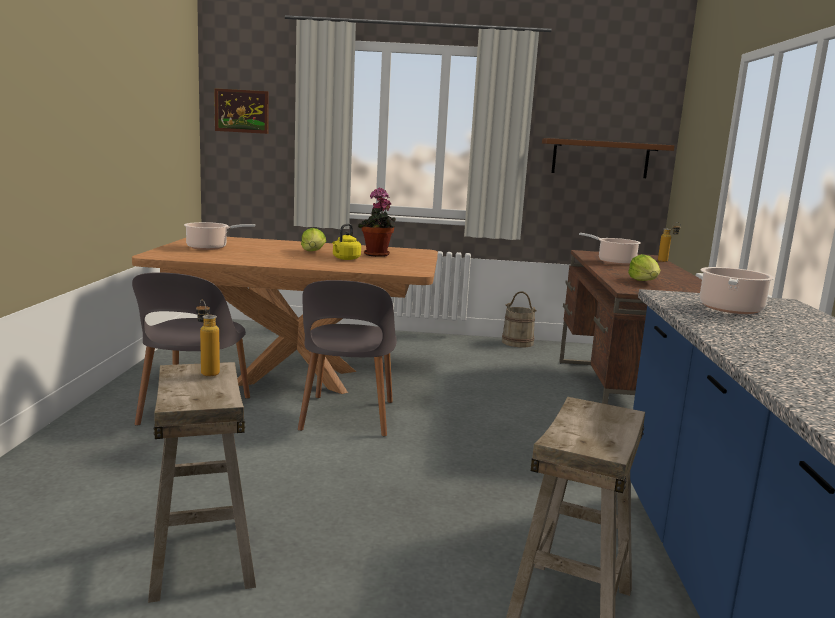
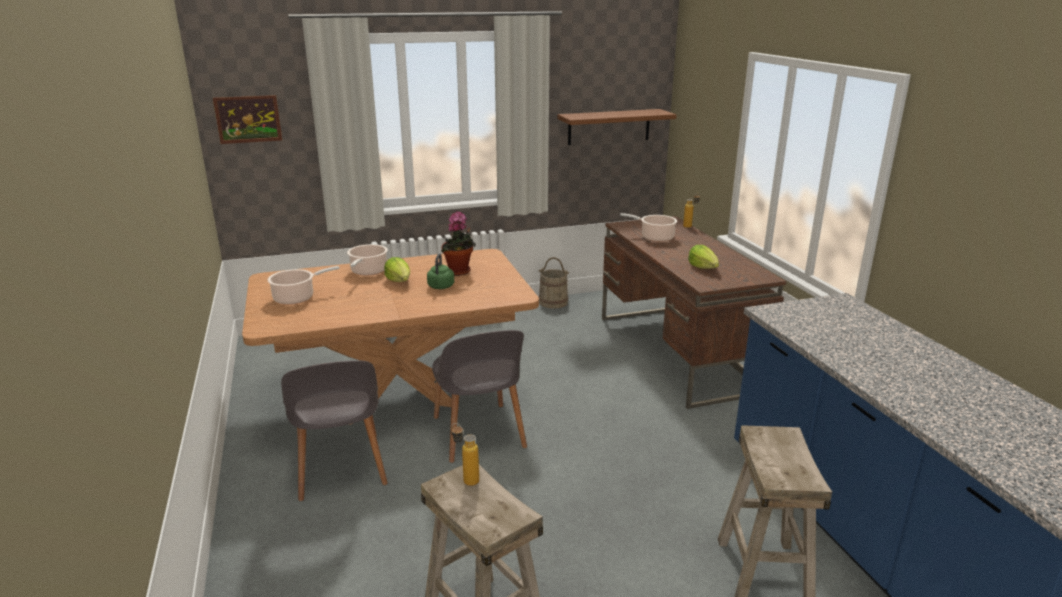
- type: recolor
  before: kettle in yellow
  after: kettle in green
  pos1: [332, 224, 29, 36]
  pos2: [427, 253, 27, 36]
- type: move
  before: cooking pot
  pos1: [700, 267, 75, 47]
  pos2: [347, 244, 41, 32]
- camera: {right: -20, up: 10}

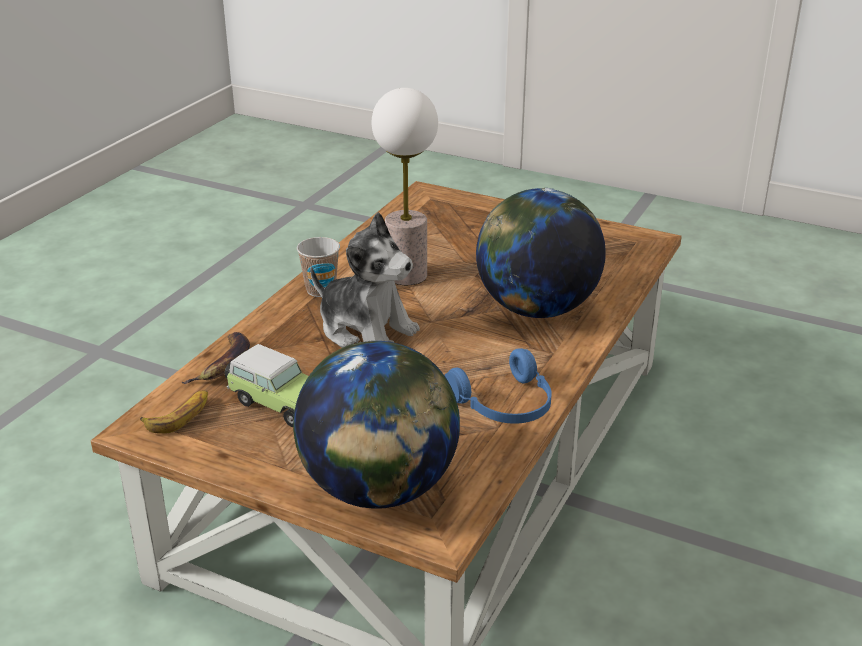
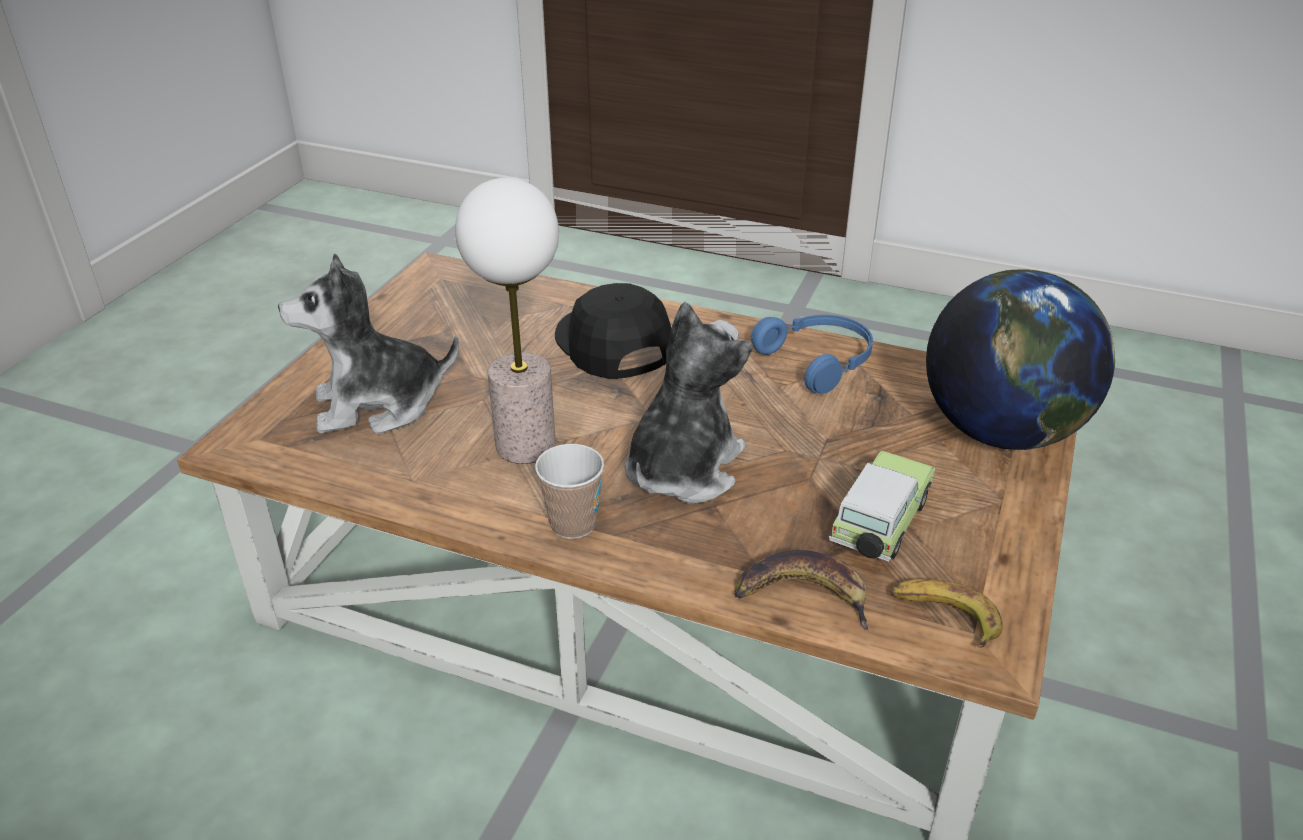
- type: replace
  before: globe
  after: cap in black
  pos1: [476, 188, 130, 130]
  pos2: [555, 283, 116, 96]
- type: insert
  after: plush toy
  pos2: [278, 253, 181, 181]
- camera: {right: -95, up: 5}

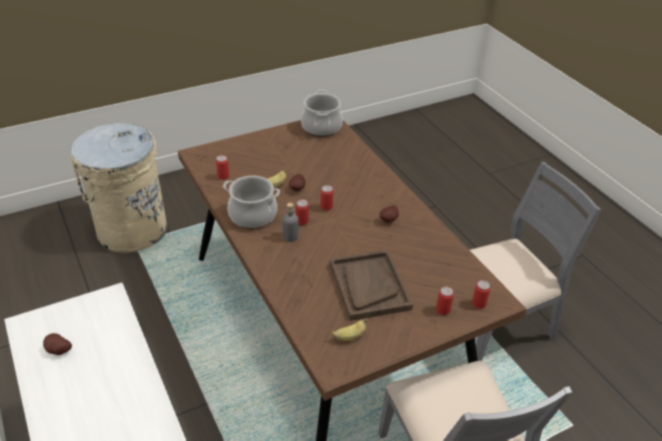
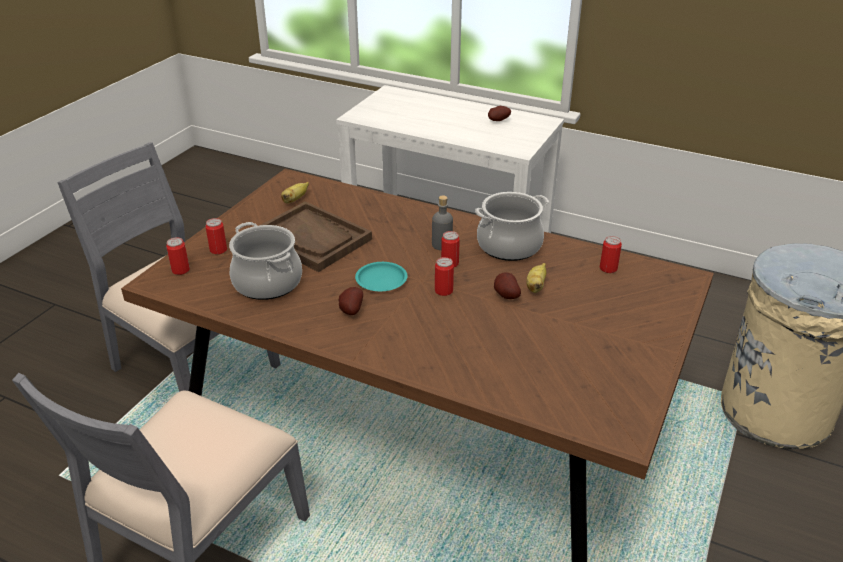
- type: move
  before: cooking pot
  pos1: [301, 90, 42, 47]
  pos2: [229, 222, 73, 78]
- type: insert
  after: plate in turquoise
  pos2: [355, 262, 52, 30]
- camera: {right: 145, up: -5}

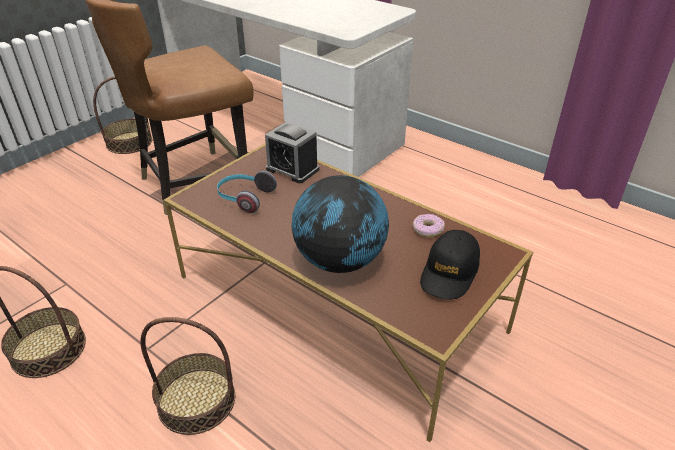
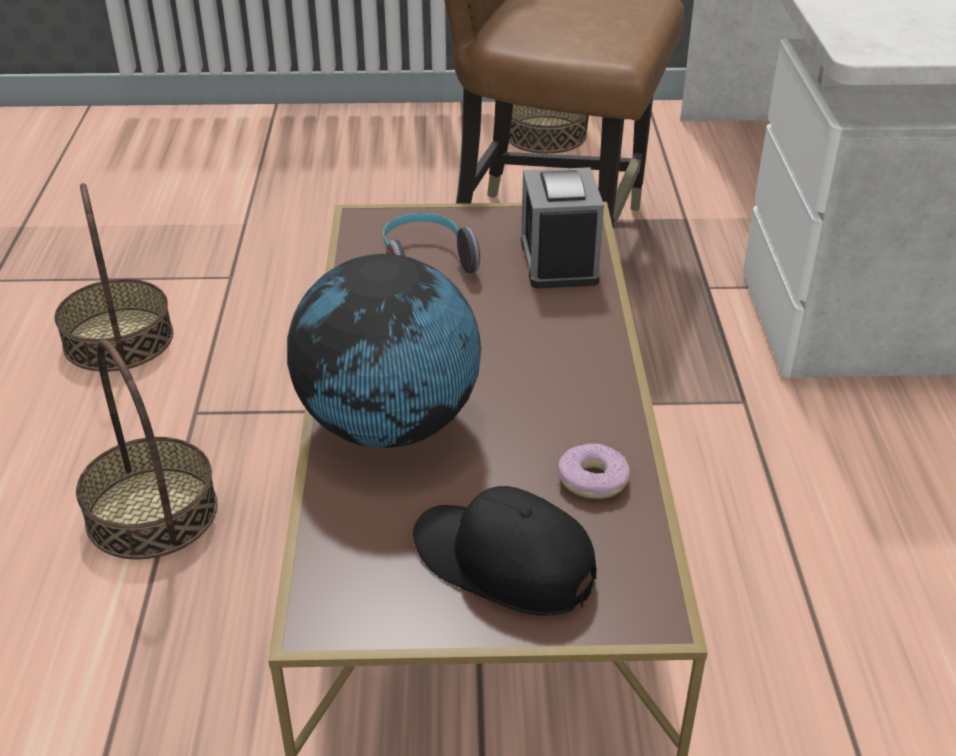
- type: rotate
  before: cap in black
  pos1: [420, 230, 60, 70]
  pos2: [413, 486, 183, 130]
  turn: 45
- camera: {right: 50, up: 0}

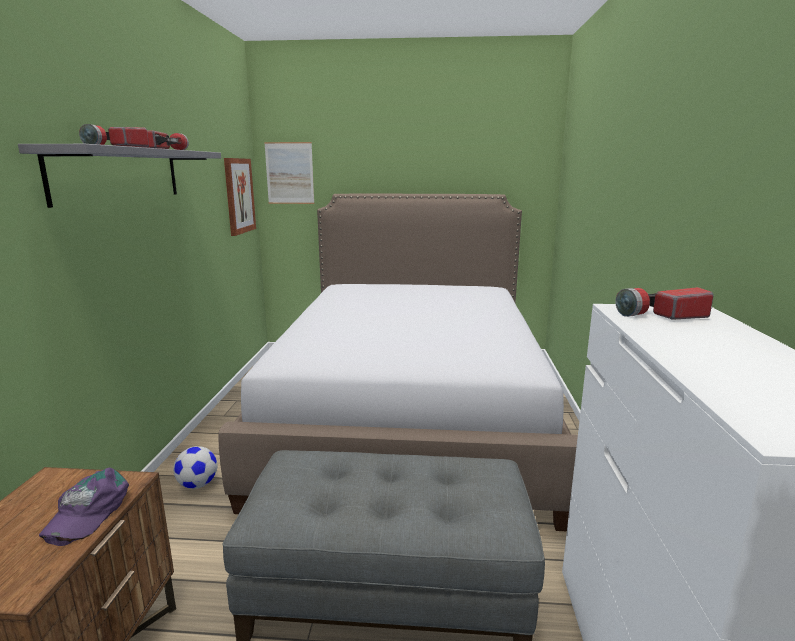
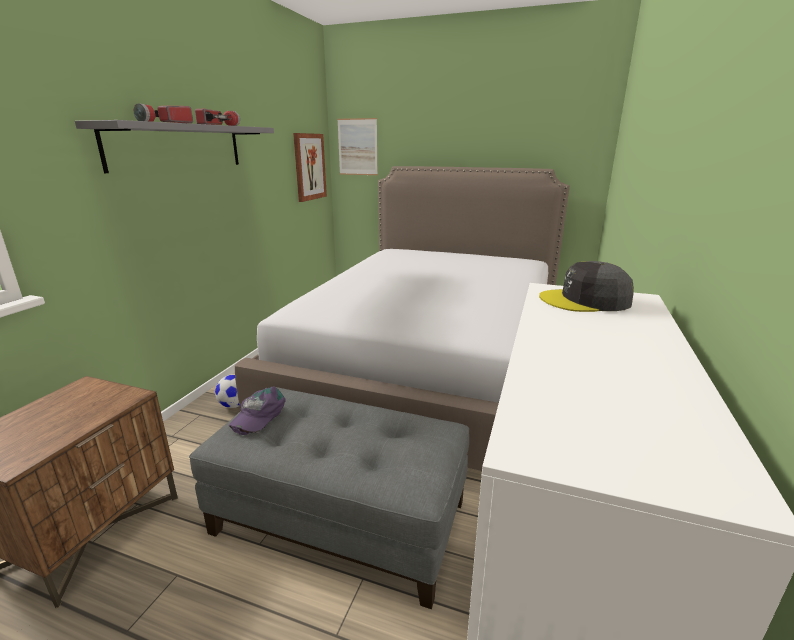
- type: move
  before: cap in purple
  pos1: [39, 468, 90, 78]
  pos2: [229, 386, 57, 49]
- type: replace
  before: flashlight
  after: cap in grey
  pos1: [615, 287, 99, 33]
  pos2: [539, 261, 95, 51]
- camera: {right: 15, up: 5}

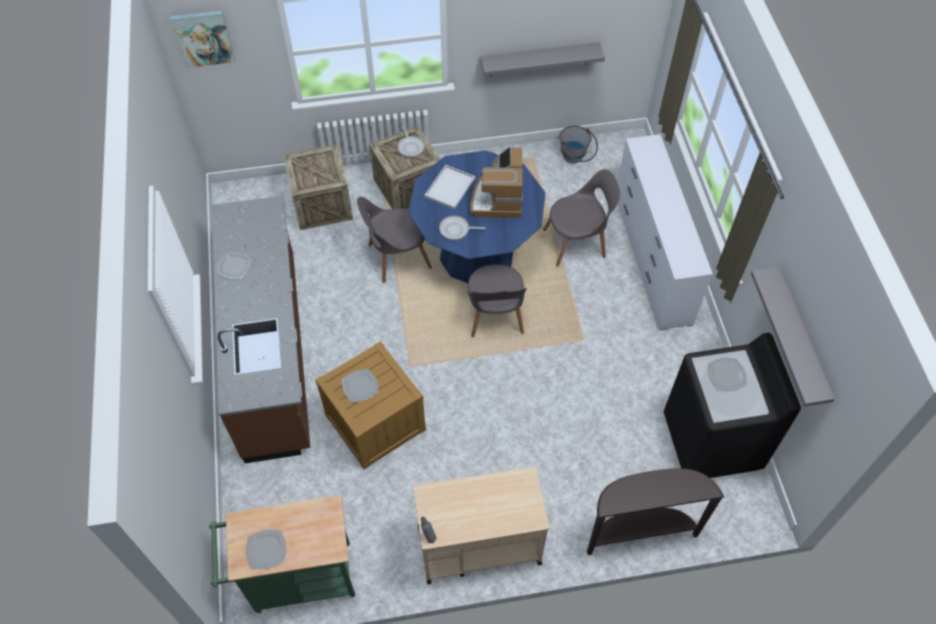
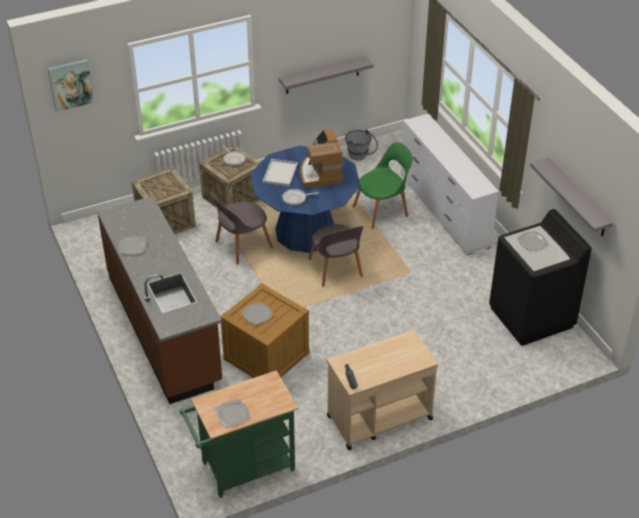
- type: recolor
  before: chair in grey
  after: chair in green
  pos1: [543, 169, 77, 98]
  pos2: [353, 142, 60, 87]
- type: delete
  before: console table in brown
  pos1: [587, 468, 137, 87]
- camera: {right: -15, up: -15}

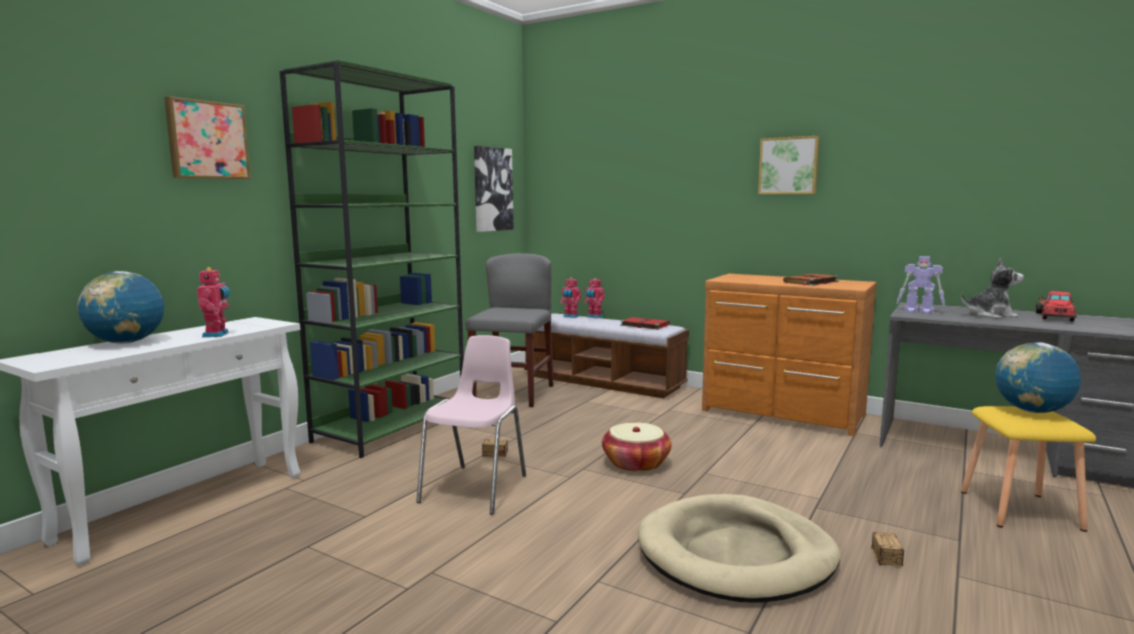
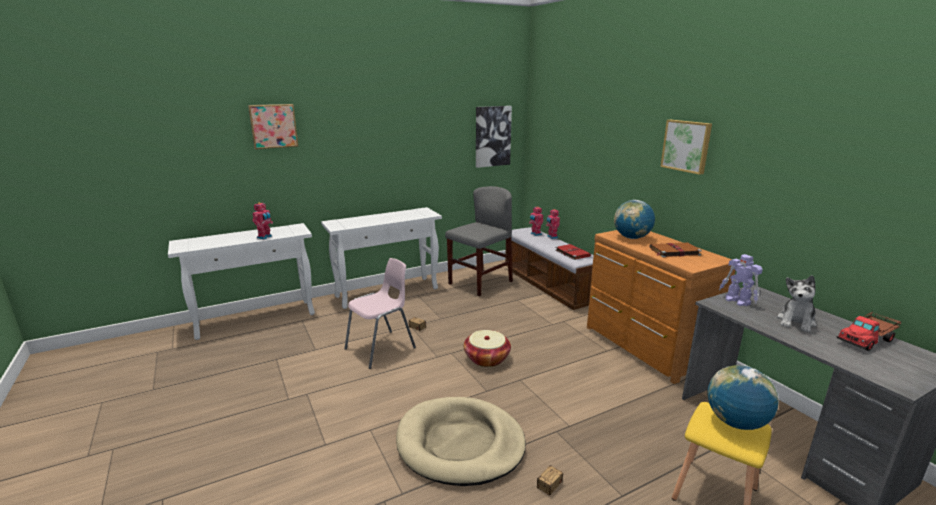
- type: move
  before: globe
  pos1: [77, 271, 87, 73]
  pos2: [614, 200, 41, 39]
- type: replace
  before: bookcase in green
  after: console table in white
  pos1: [280, 60, 184, 398]
  pos2: [321, 207, 121, 102]
- type: rotate
  before: plush toy
  pos1: [961, 259, 63, 60]
  pos2: [777, 275, 40, 57]
  turn: 90
- camera: {right: 30, up: 10}

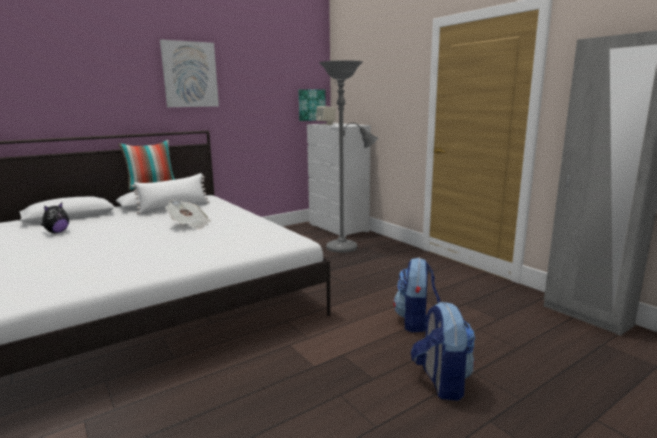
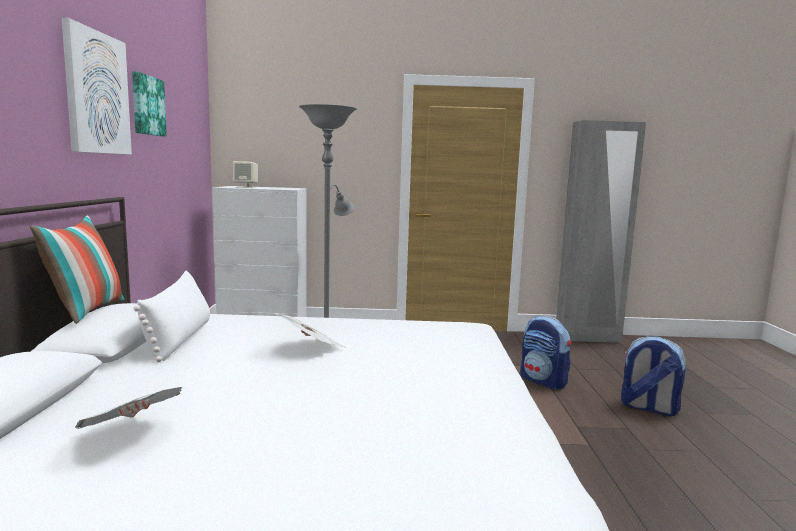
- type: replace
  before: plush toy
  after: newspaper
  pos1: [41, 202, 28, 31]
  pos2: [75, 387, 108, 42]
- type: move
  before: picture
  pos1: [298, 89, 28, 32]
  pos2: [132, 71, 35, 66]
- camera: {right: -55, up: -5}

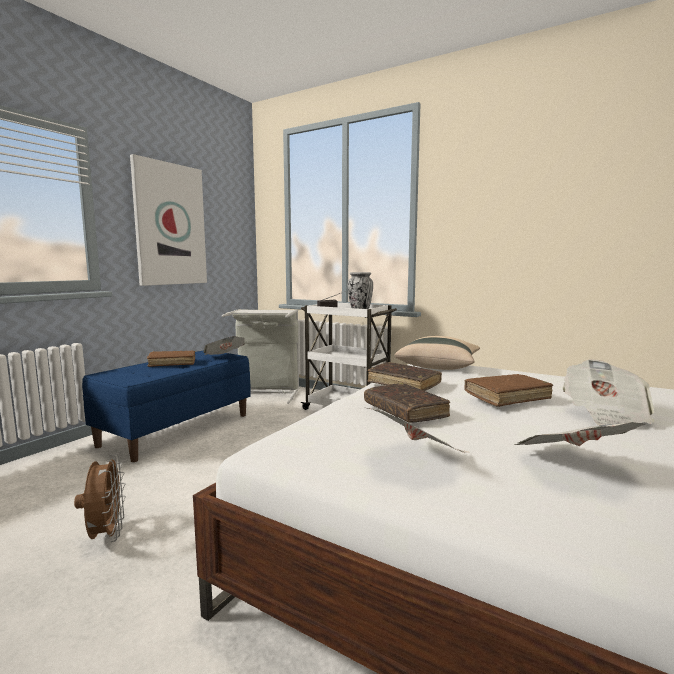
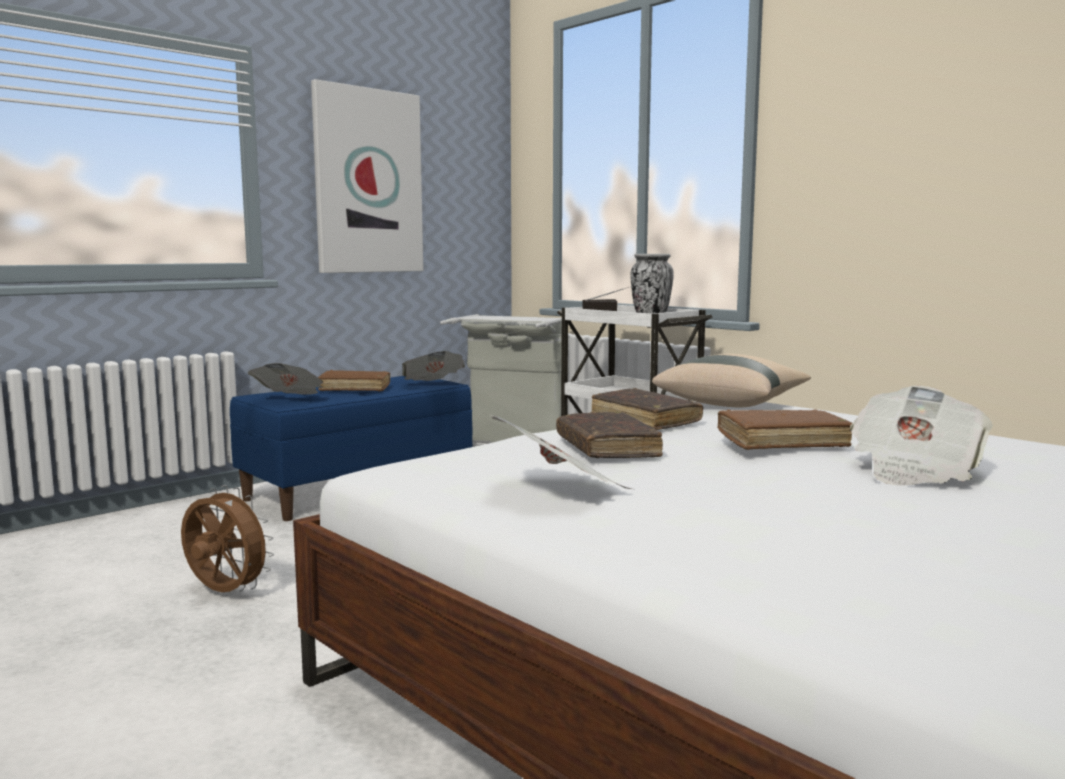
- type: rotate
  before: fan in brown
  pos1: [74, 454, 52, 88]
  pos2: [181, 485, 93, 107]
  turn: -60
- type: move
  before: newspaper
  pos1: [514, 422, 131, 24]
  pos2: [248, 363, 75, 32]
- camera: {right: 15, up: 0}

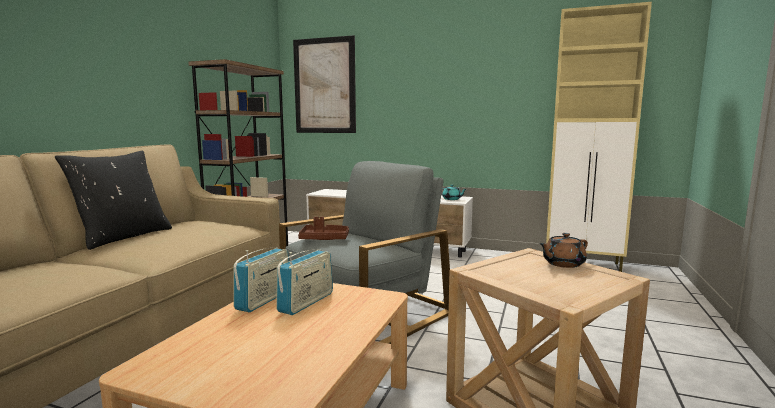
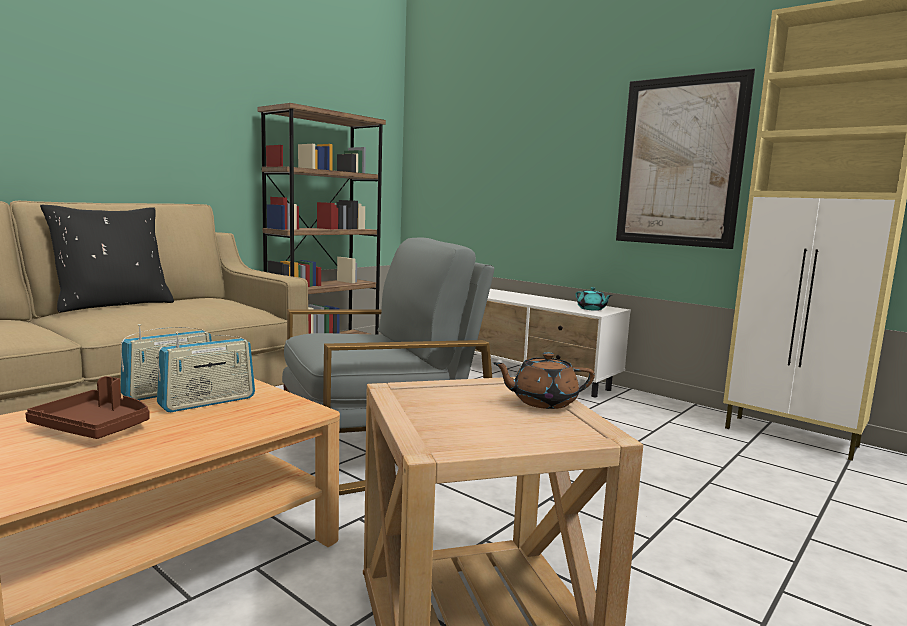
- type: move
  before: picture
  pos1: [293, 35, 63, 98]
  pos2: [616, 69, 139, 180]
- type: move
  before: tray in brown
  pos1: [298, 217, 51, 23]
  pos2: [25, 376, 125, 63]
- camera: {right: 20, up: 0}

